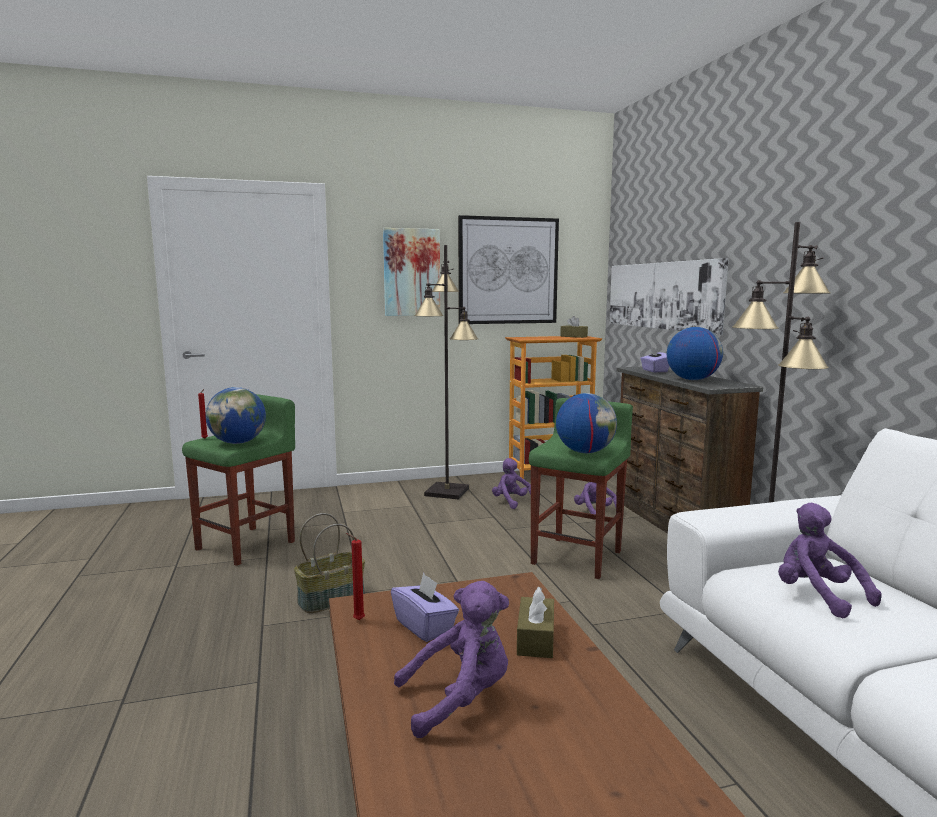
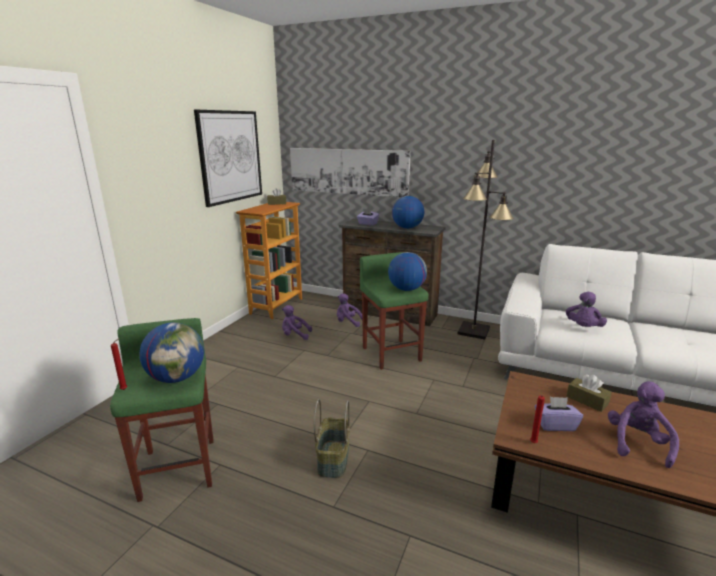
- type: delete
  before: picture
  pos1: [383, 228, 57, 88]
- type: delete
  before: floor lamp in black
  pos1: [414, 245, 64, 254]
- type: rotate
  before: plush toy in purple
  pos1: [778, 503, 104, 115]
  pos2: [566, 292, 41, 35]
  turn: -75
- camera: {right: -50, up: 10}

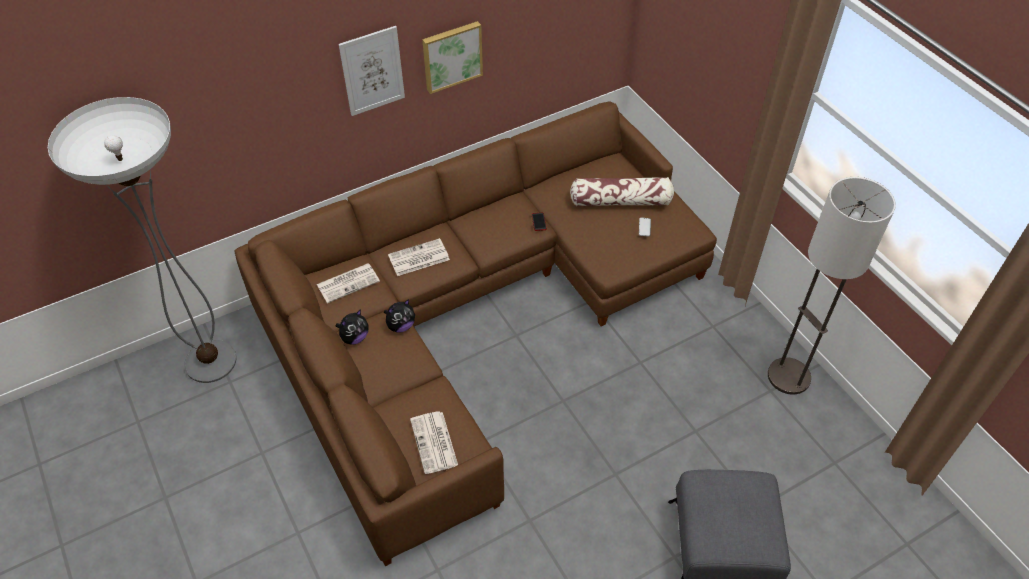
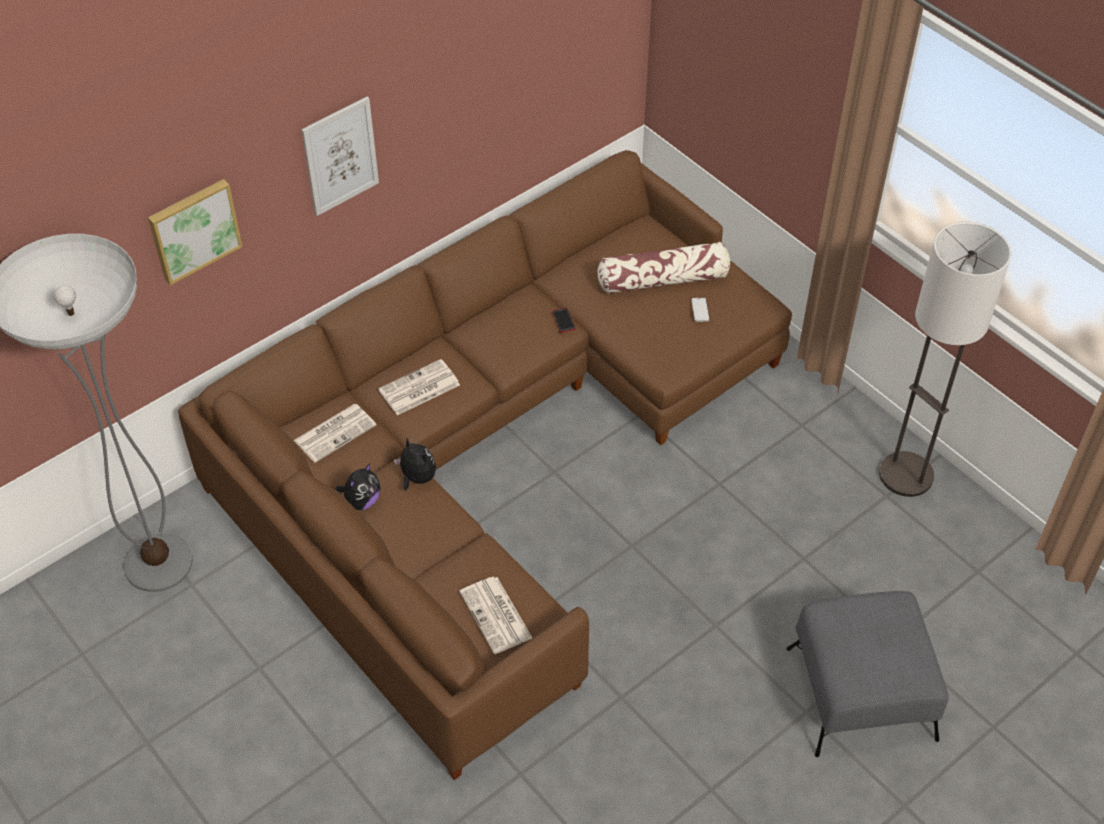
- type: rotate
  before: plush toy
  pos1: [384, 299, 31, 34]
  pos2: [394, 438, 42, 52]
  turn: -90
- type: move
  before: picture
  pos1: [422, 21, 61, 73]
  pos2: [148, 179, 95, 106]
- camera: {right: -10, up: 0}

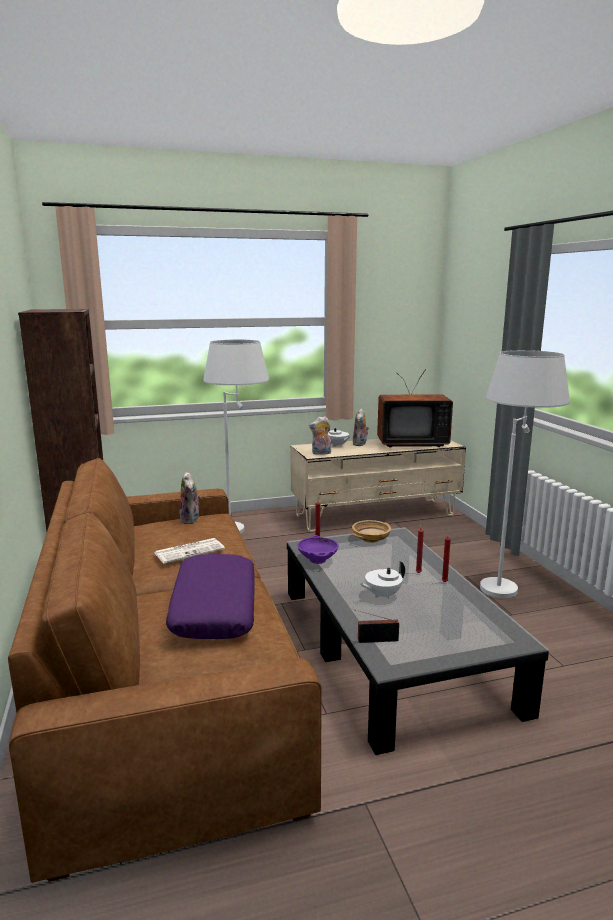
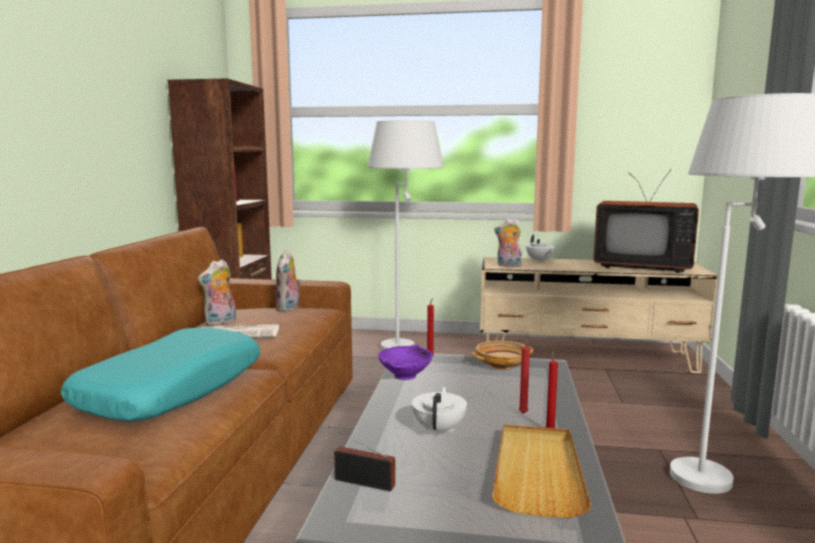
- type: recolor
  before: pillow in purple
  after: pillow in turquoise
  pos1: [166, 554, 89, 85]
  pos2: [61, 327, 199, 95]
- type: move
  before: plush toy
  pos1: [353, 408, 16, 38]
  pos2: [198, 259, 38, 67]
- type: rotate
  before: teapot in white
  pos1: [360, 561, 45, 38]
  pos2: [412, 387, 55, 49]
  turn: 105
- type: insert
  after: tray in beige
  pos2: [492, 425, 100, 93]
- camera: {right: 25, up: -5}

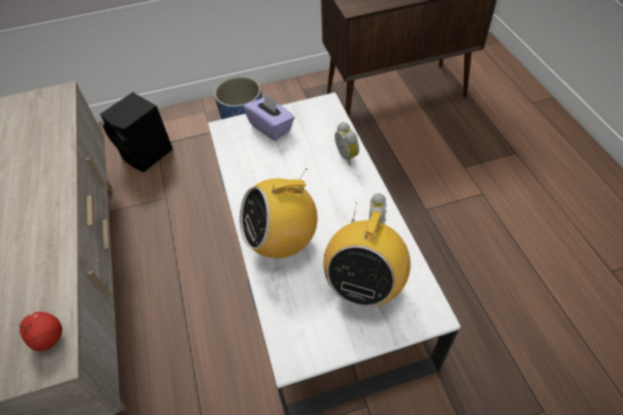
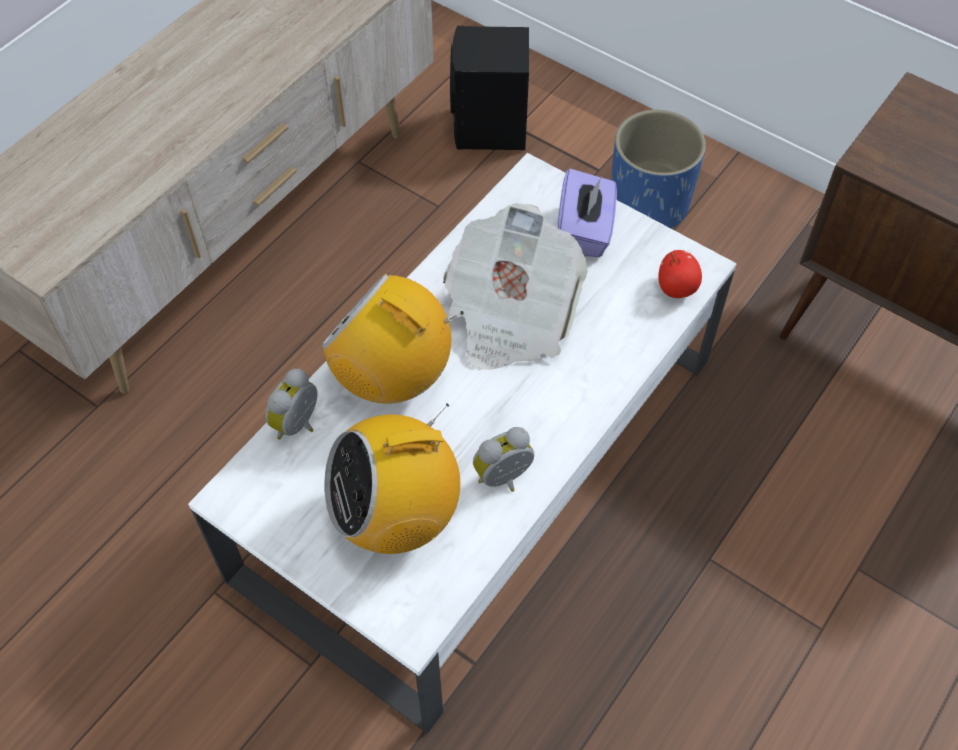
- type: move
  before: apple
  pos1: [19, 312, 43, 39]
  pos2: [658, 250, 44, 48]
- type: move
  before: alarm clock
  pos1: [335, 122, 24, 43]
  pos2: [265, 369, 52, 71]
- type: insert
  after: newspaper
  pos2: [443, 203, 145, 167]
- camera: {right: 50, up: 5}

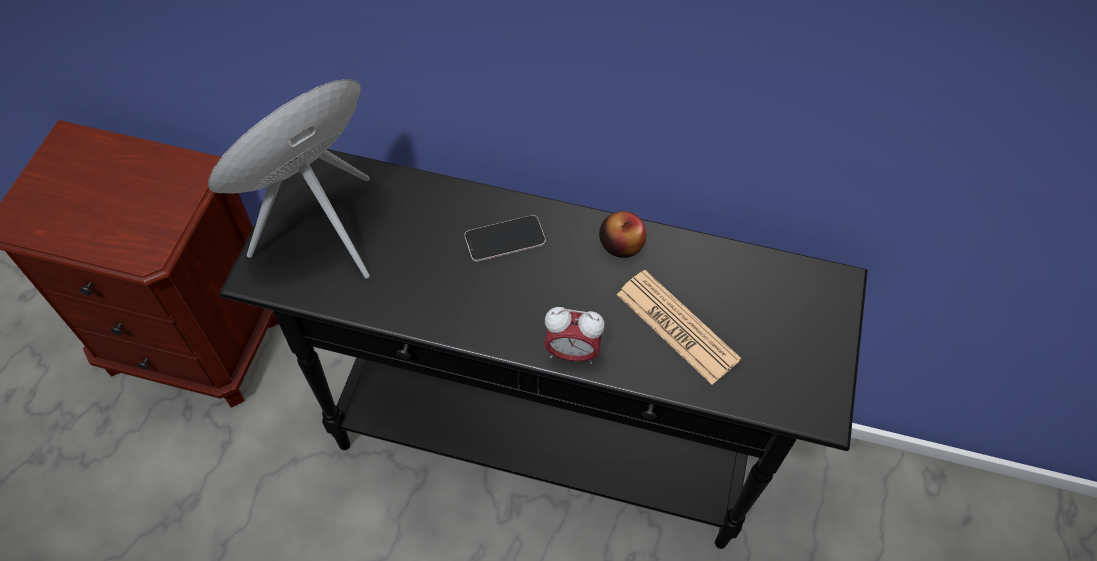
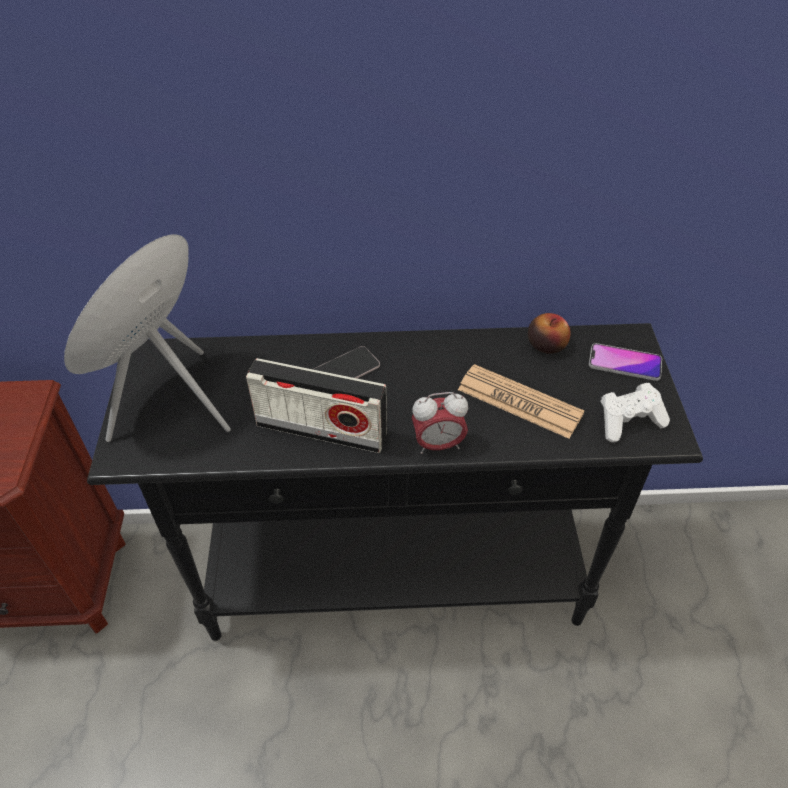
- type: move
  before: apple
  pos1: [599, 211, 47, 47]
  pos2: [528, 313, 43, 41]
- type: insert
  after: radio
  pos2: [246, 358, 141, 95]
- type: insert
  after: phone
  pos2: [589, 343, 73, 38]
- type: insert
  after: game controller in white
  pos2: [600, 383, 70, 59]
- camera: {right: -15, up: -10}

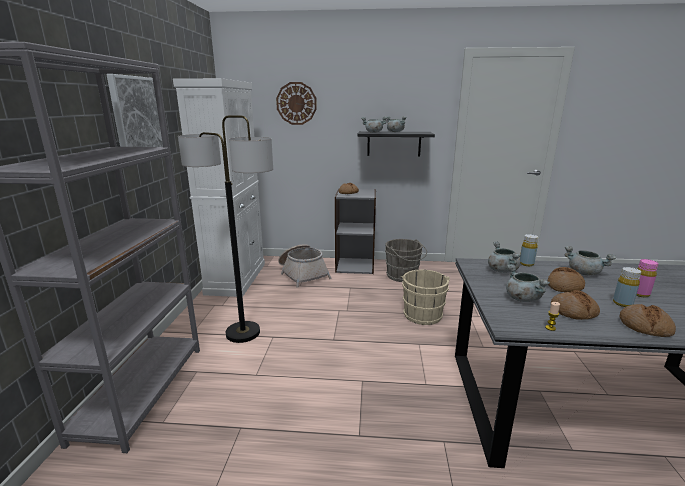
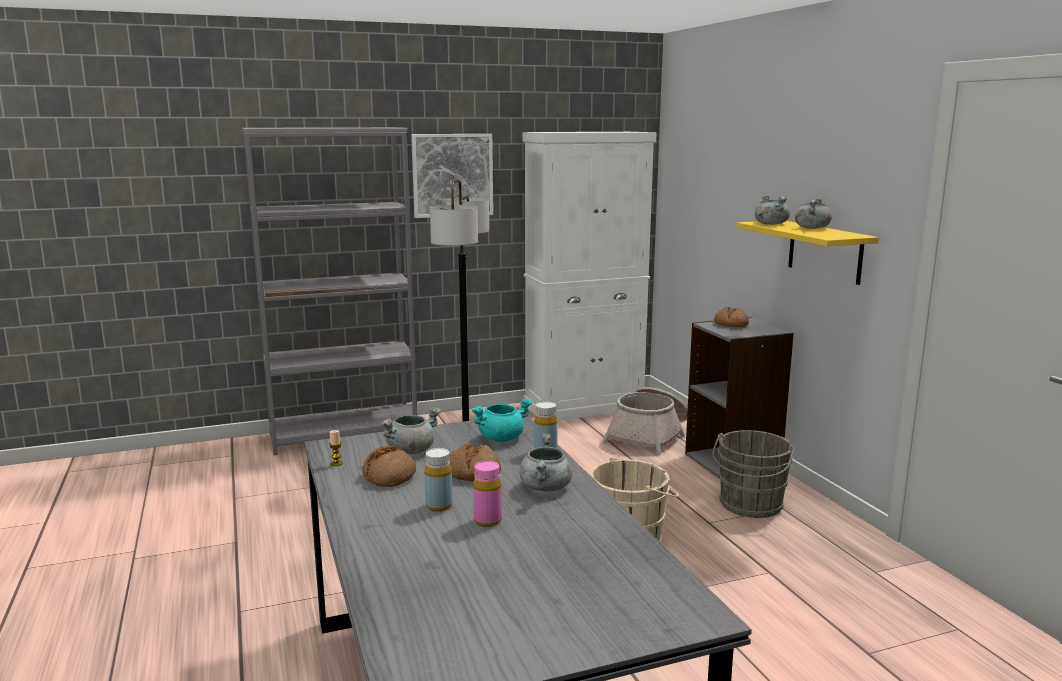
- type: delete
  before: wall clock
  pos1: [276, 82, 41, 43]
- type: recolor
  before: shelf in black
  after: shelf in yellow
  pos1: [358, 131, 77, 25]
  pos2: [736, 221, 143, 64]
- type: recolor
  before: cooking pot in grey
  after: cooking pot in turquoise
  pos1: [488, 242, 33, 31]
  pos2: [472, 399, 61, 43]
- type: delete
  before: bread
  pos1: [620, 304, 56, 33]
- camera: {right: 65, up: -5}

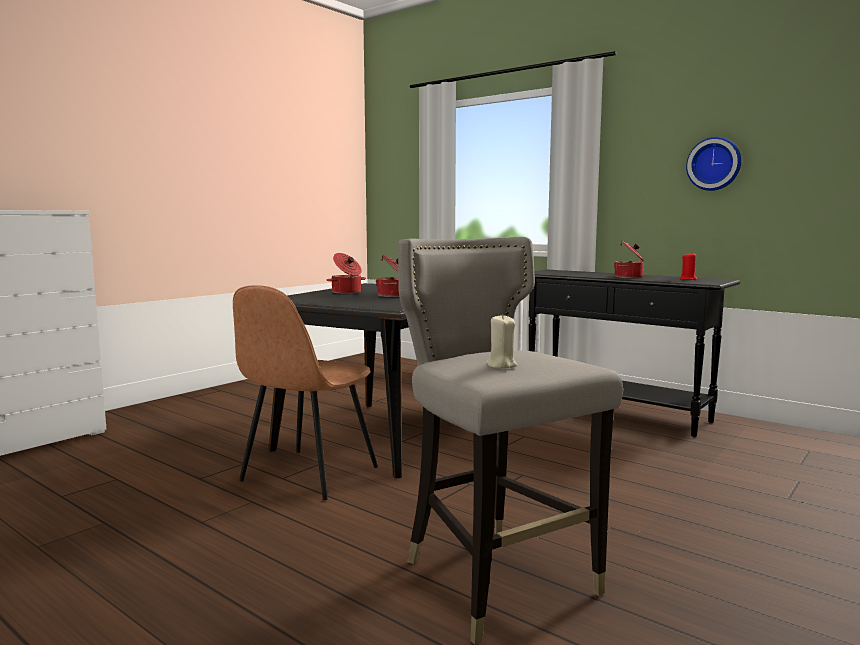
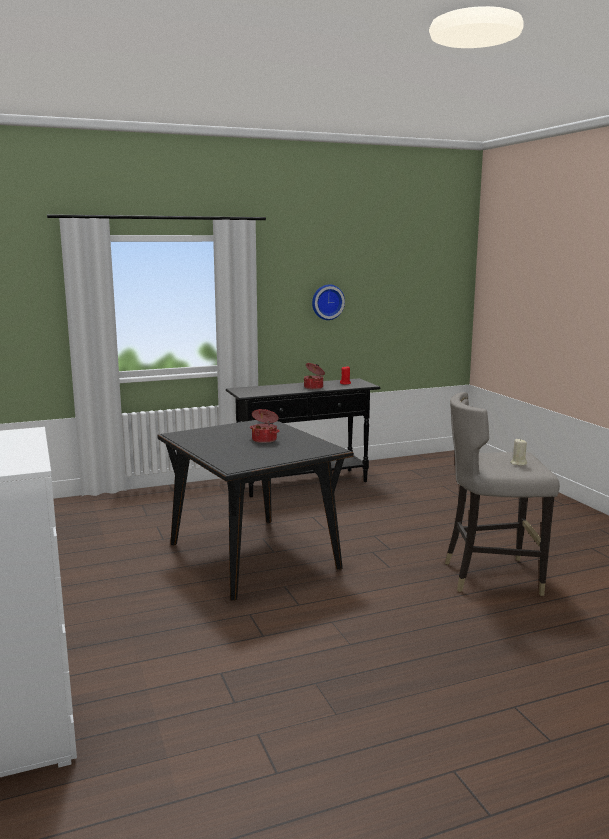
- type: delete
  before: chair in brown
  pos1: [233, 285, 145, 215]
- type: delete
  before: cooking pot
  pos1: [327, 253, 39, 41]
- camera: {right: -60, up: 5}

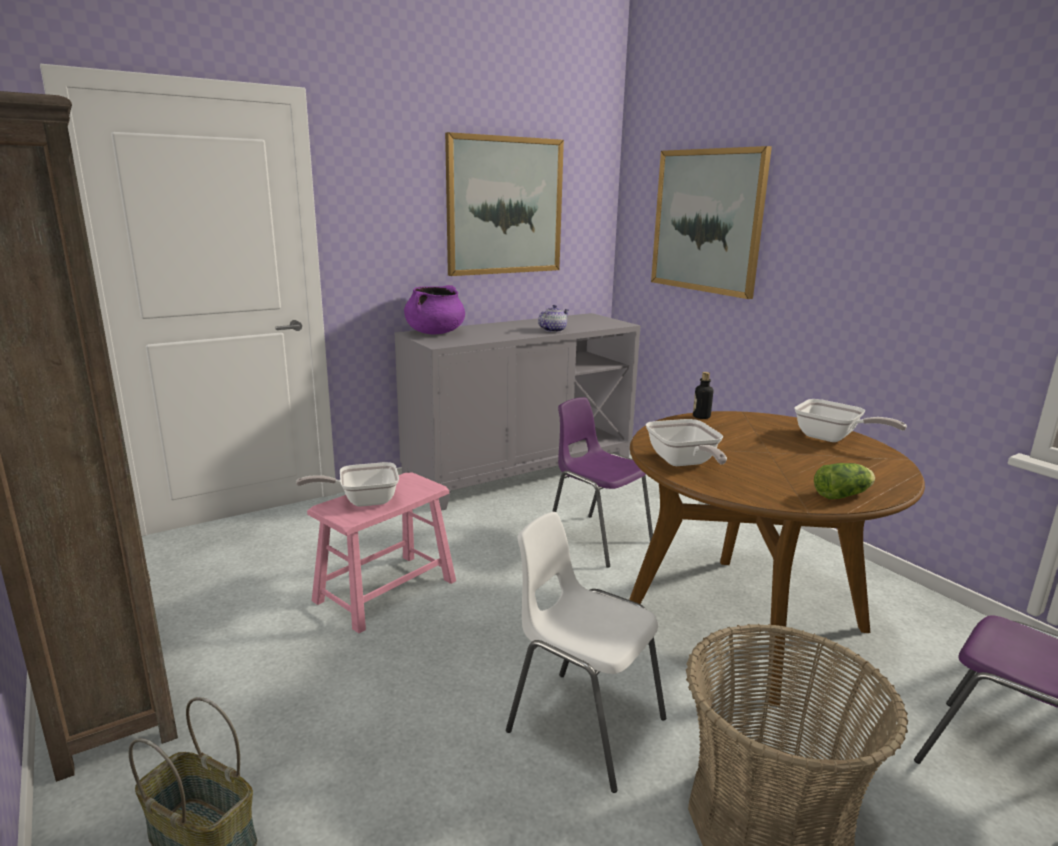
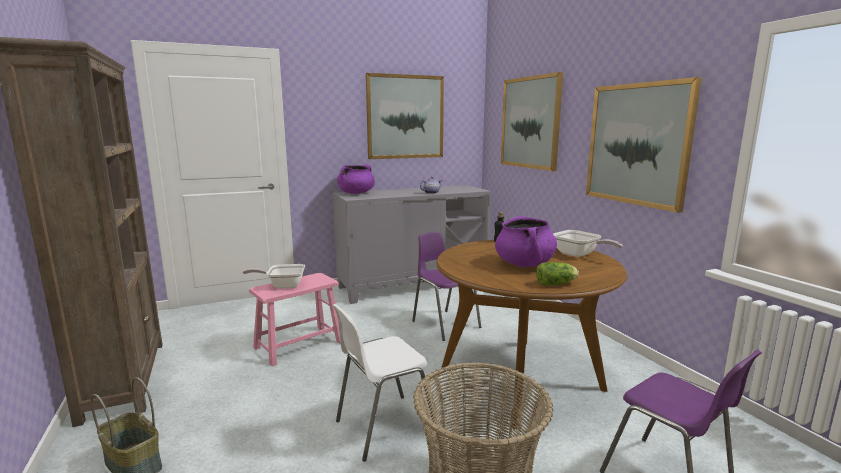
- type: rotate
  before: chair in white
  pos1: [506, 512, 160, 281]
  pos2: [332, 304, 103, 158]
  turn: -75
- type: delete
  before: frying pan
  pos1: [646, 419, 81, 47]
- type: insert
  after: cooking pot in purple
  pos2: [495, 216, 62, 51]
- type: insert
  after: picture
  pos2: [586, 77, 116, 136]
- camera: {right: 10, up: -5}

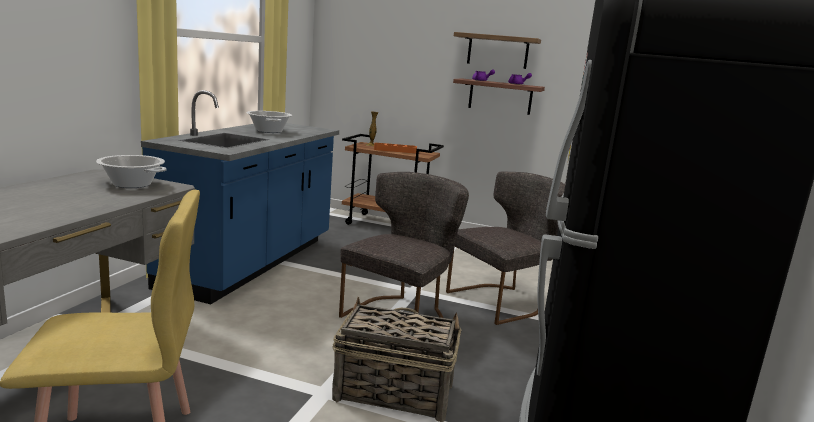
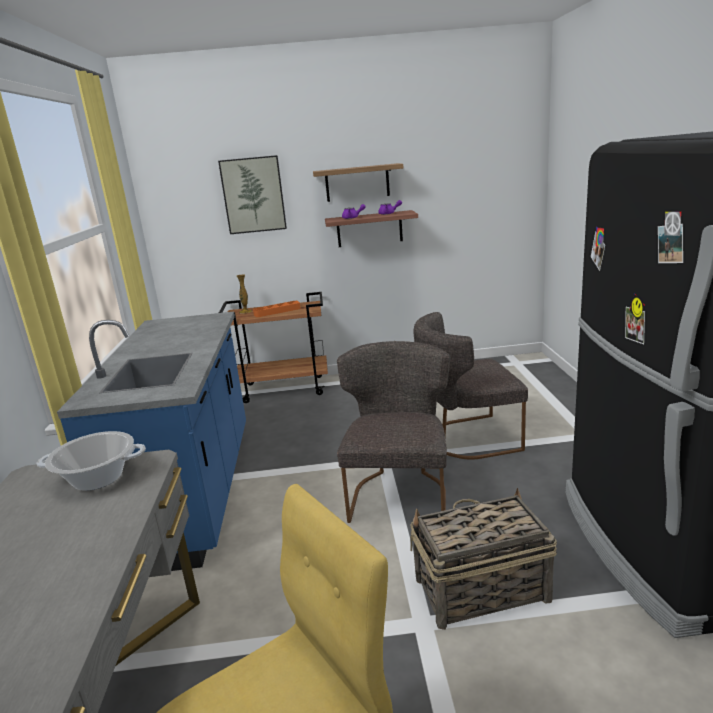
- type: delete
  before: cooking pot
  pos1: [246, 111, 46, 22]
- type: rotate
  before: chair in grey
  pos1: [446, 172, 119, 153]
  pos2: [414, 312, 114, 148]
  turn: -135
- type: insert
  after: picture
  pos2: [218, 155, 69, 79]
- camera: {right: -20, up: 5}

